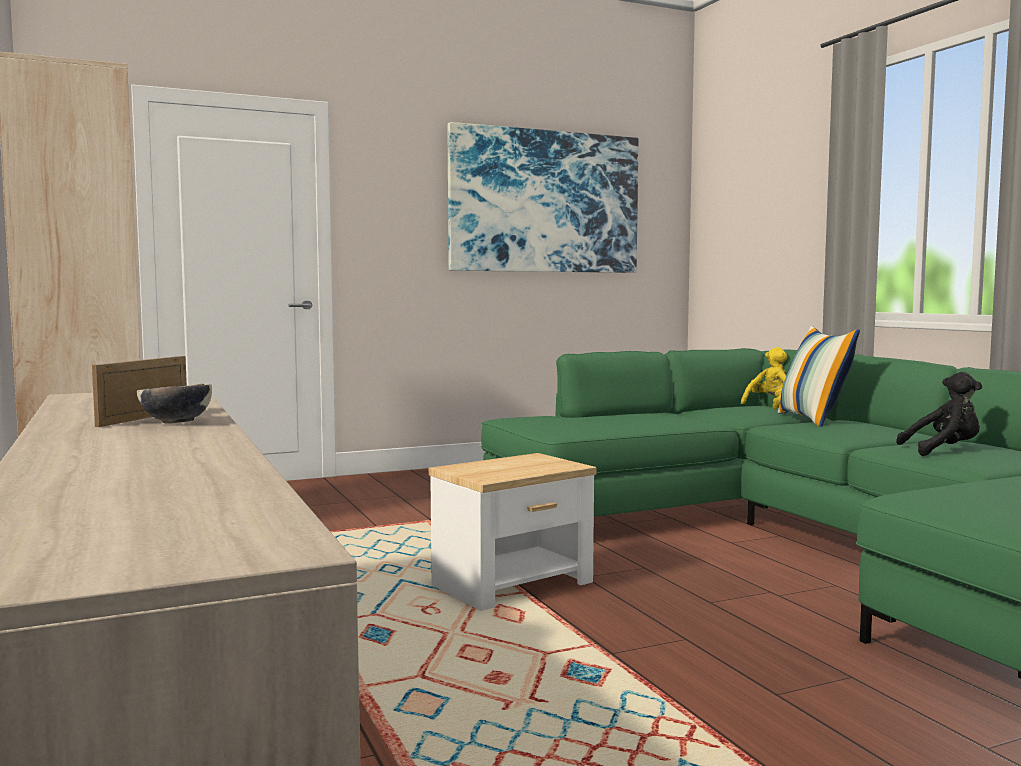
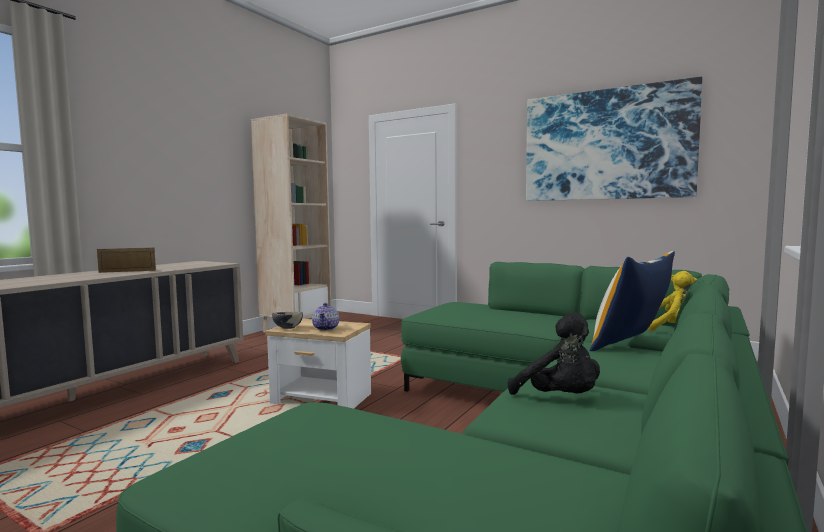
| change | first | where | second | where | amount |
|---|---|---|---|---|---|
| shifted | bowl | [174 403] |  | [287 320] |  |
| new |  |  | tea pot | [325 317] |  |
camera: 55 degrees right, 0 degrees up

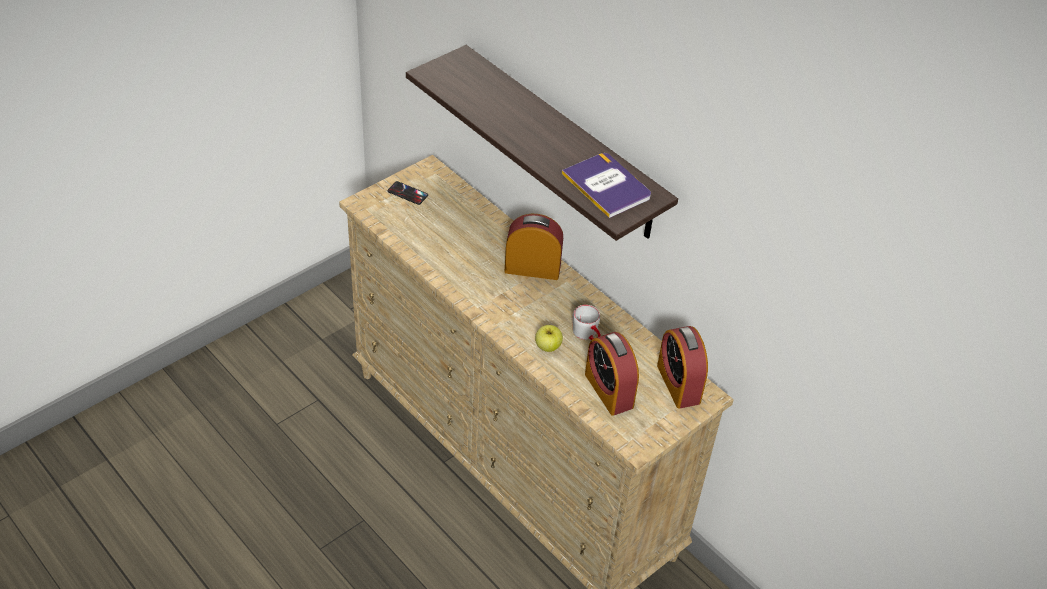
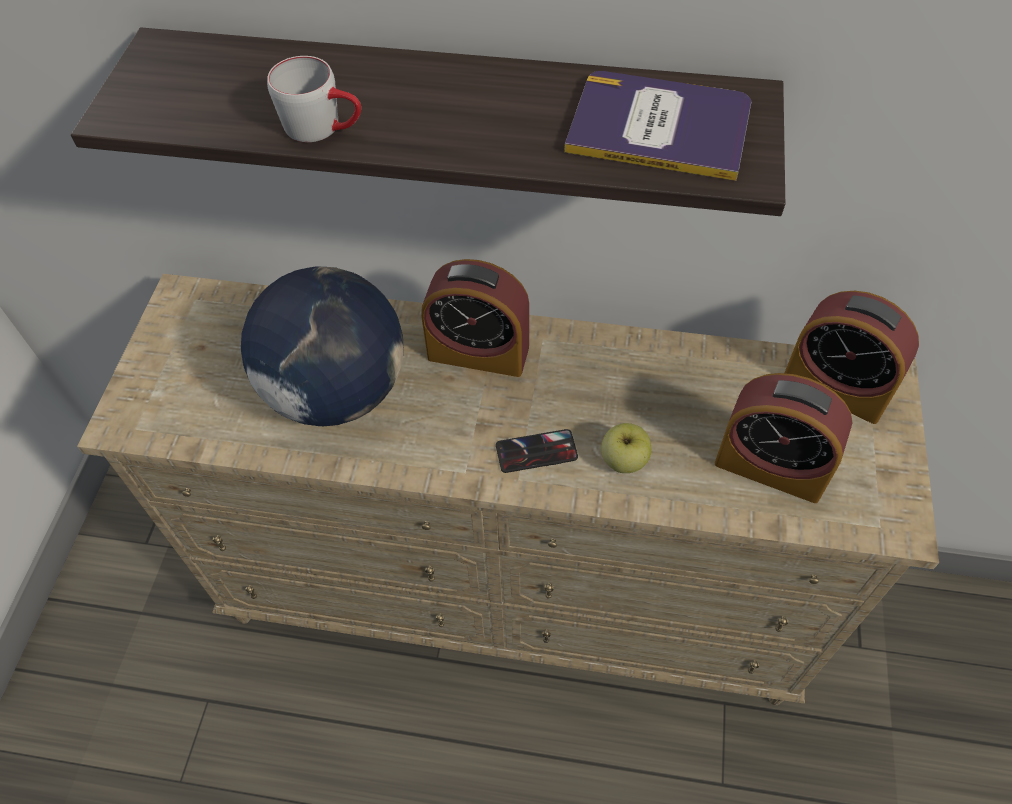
| change | first | where | second | where | amount |
|---|---|---|---|---|---|
| new |  |  | globe | [322 346] |  |
| shifted | coffee mug in gray | [586 322] |  | [314 99] |  |
| rotated | alarm clock | [533 247] |  | [475 318] | 135 degrees counterclockwise |
| shifted | handset | [407 193] |  | [537 451] |  |
camera: 35 degrees left, 10 degrees up

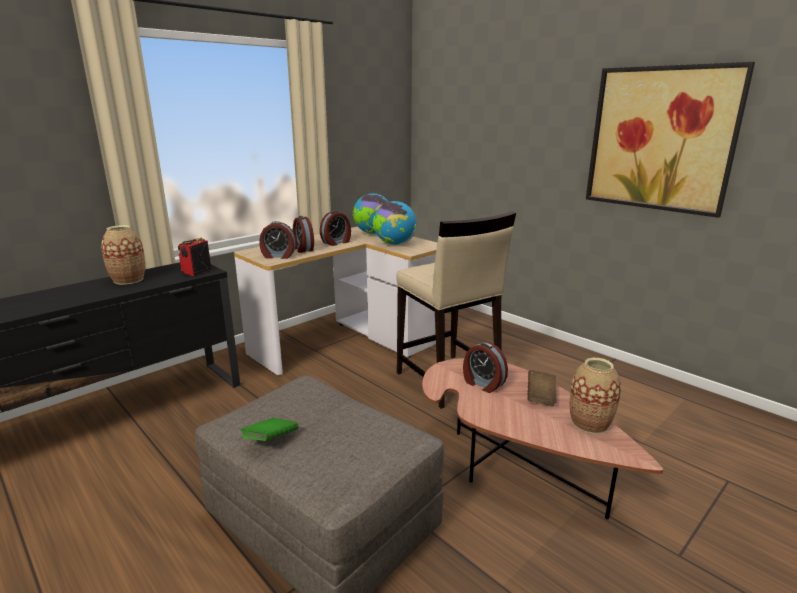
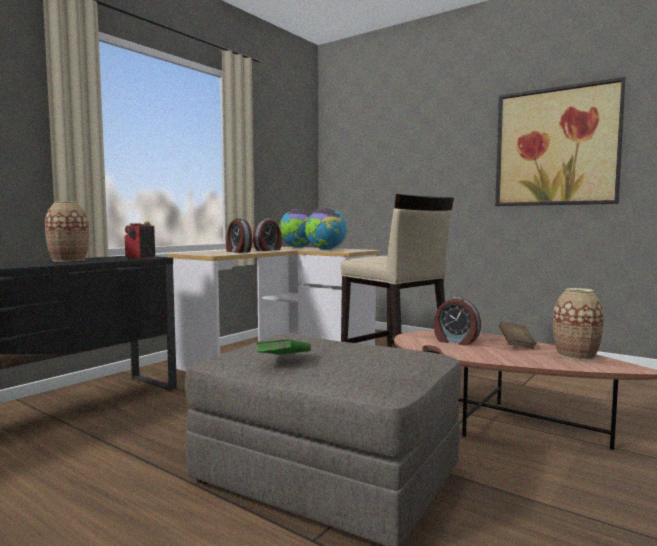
| change | first | where | second | where | amount |
|---|---|---|---|---|---|
| gone | alarm clock | [277 240] |  |  |  |
camera: 10 degrees left, 15 degrees down

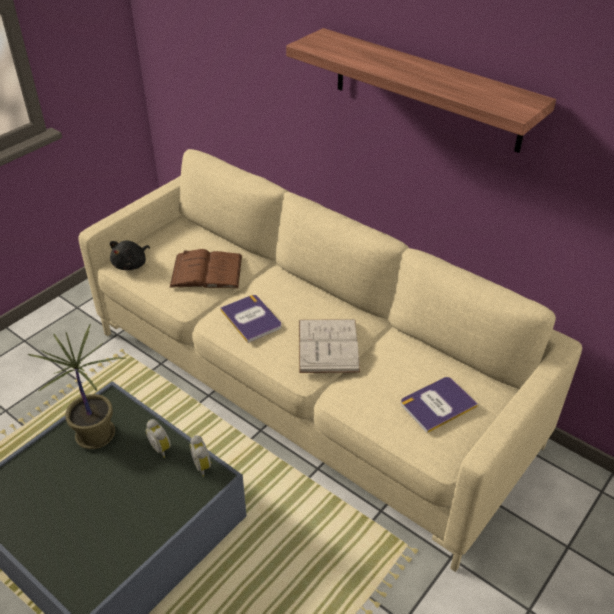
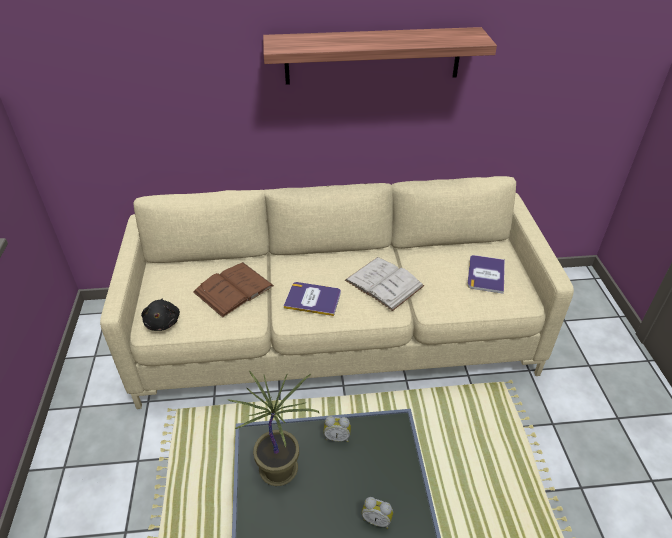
| change | first | where | second | where | amount |
|---|---|---|---|---|---|
| shifted | alarm clock | [201 456] |  | [377 513] |  |
camera: 45 degrees left, 0 degrees up

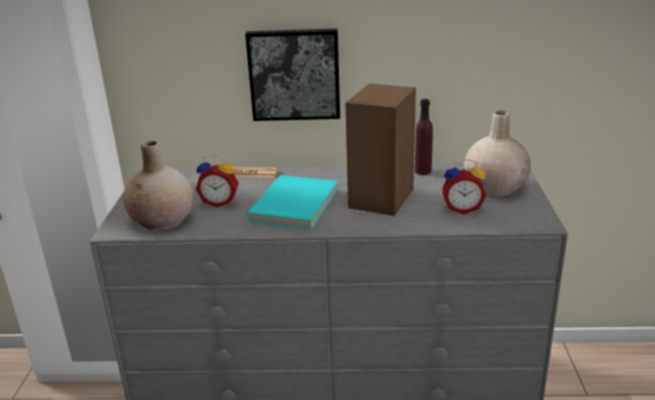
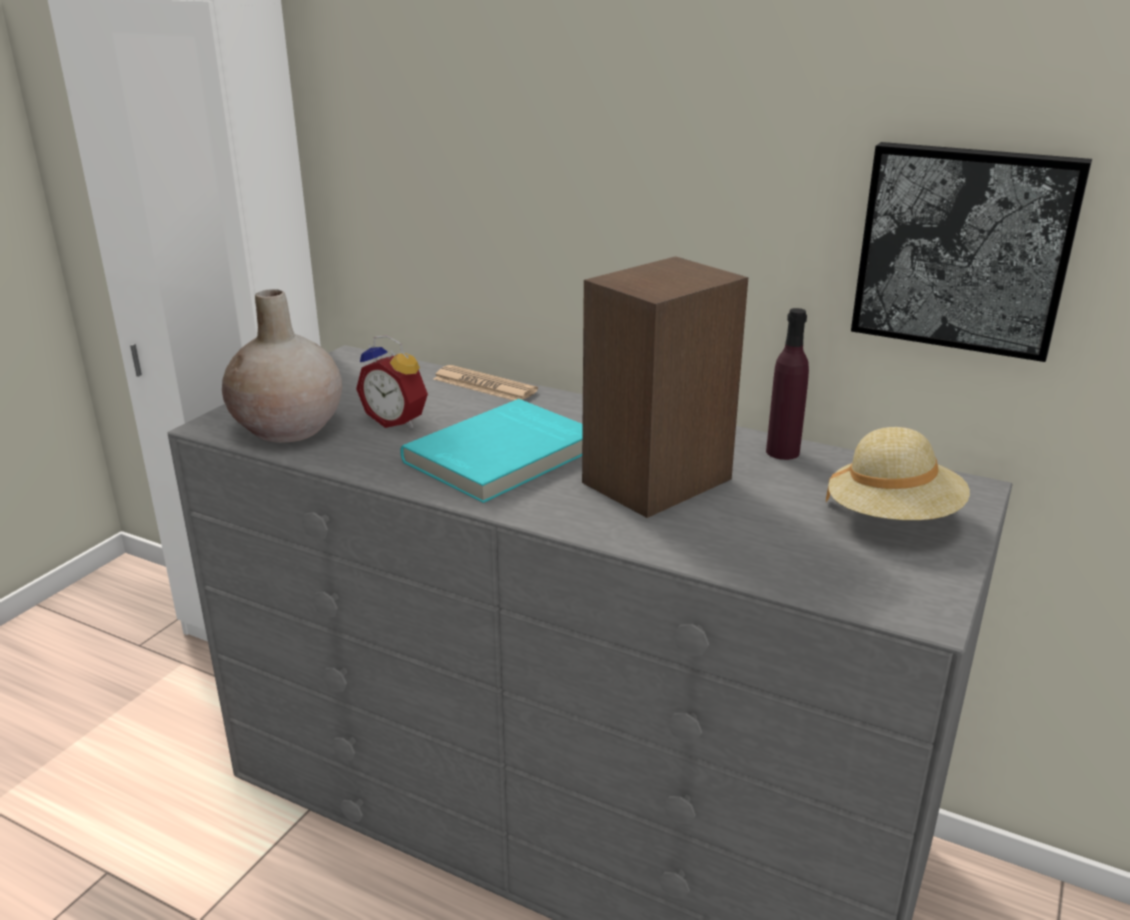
| change | first | where | second | where | amount |
|---|---|---|---|---|---|
| swapped | flower vase in beige | [497 153] | clothing hat in beige | [898 473] |  |
| shifted | picture | [292 75] |  | [971 252] |  |
| gone | alarm clock | [464 186] |  |  |  |
camera: 25 degrees right, 0 degrees up

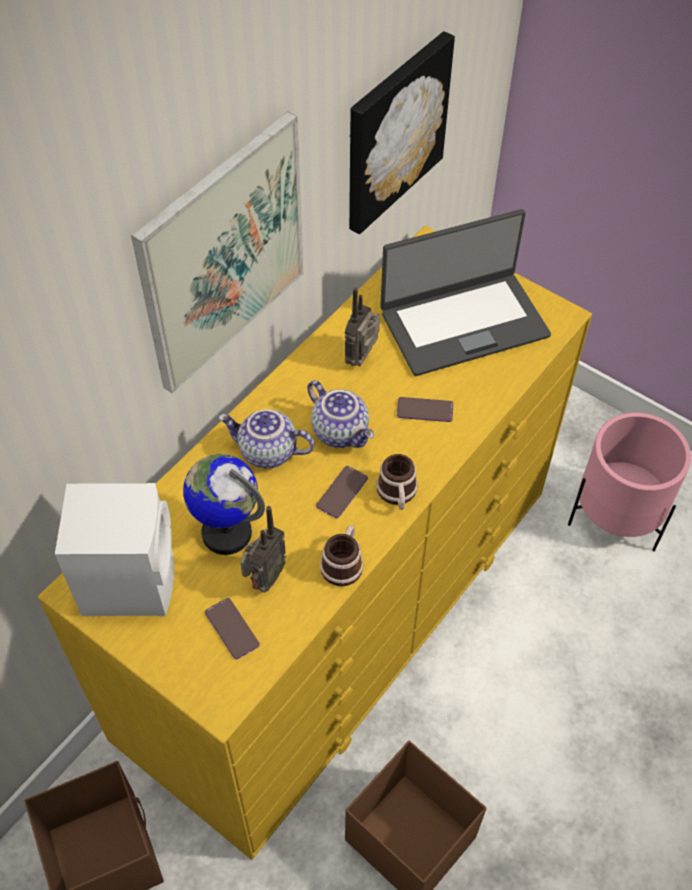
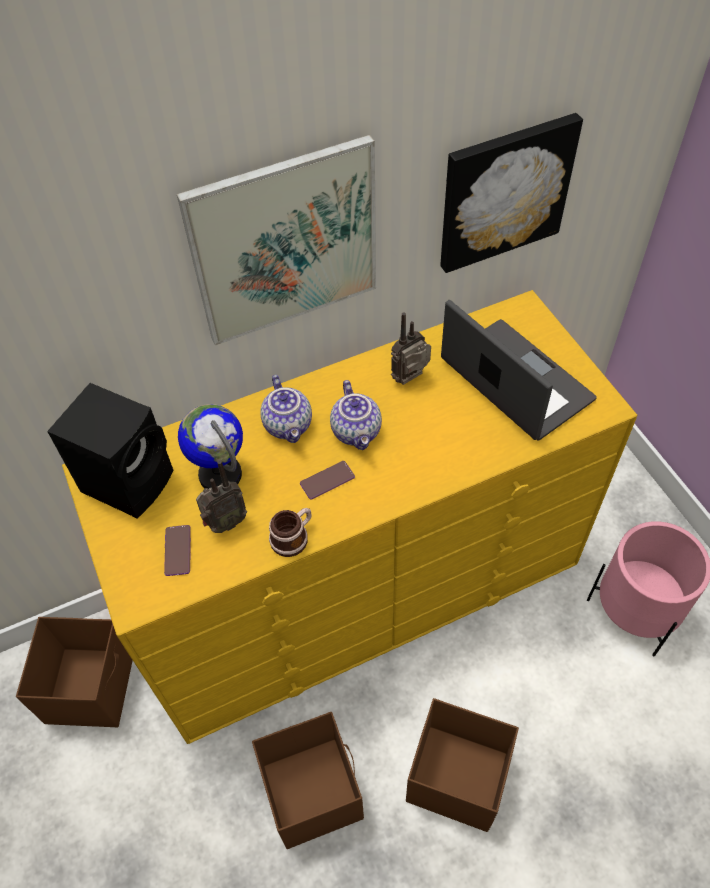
| change | first | where | second | where | amount |
|---|---|---|---|---|---|
| repainted | audio speaker in whitish | [114 549] | audio speaker in black | [110 450] |  |
| rotated | tea pot | [266 438] |  | [286 409] | 150 degrees counterclockwise |
| new |  |  | storage box in brown | [462 765] |  |
| rotated | notebook computer | [465 292] |  | [519 370] | 135 degrees counterclockwise |
| gone | coffee mug | [397 482] |  |  |  |
| gone | handset | [425 409] |  |  |  |
camera: 30 degrees right, 0 degrees up

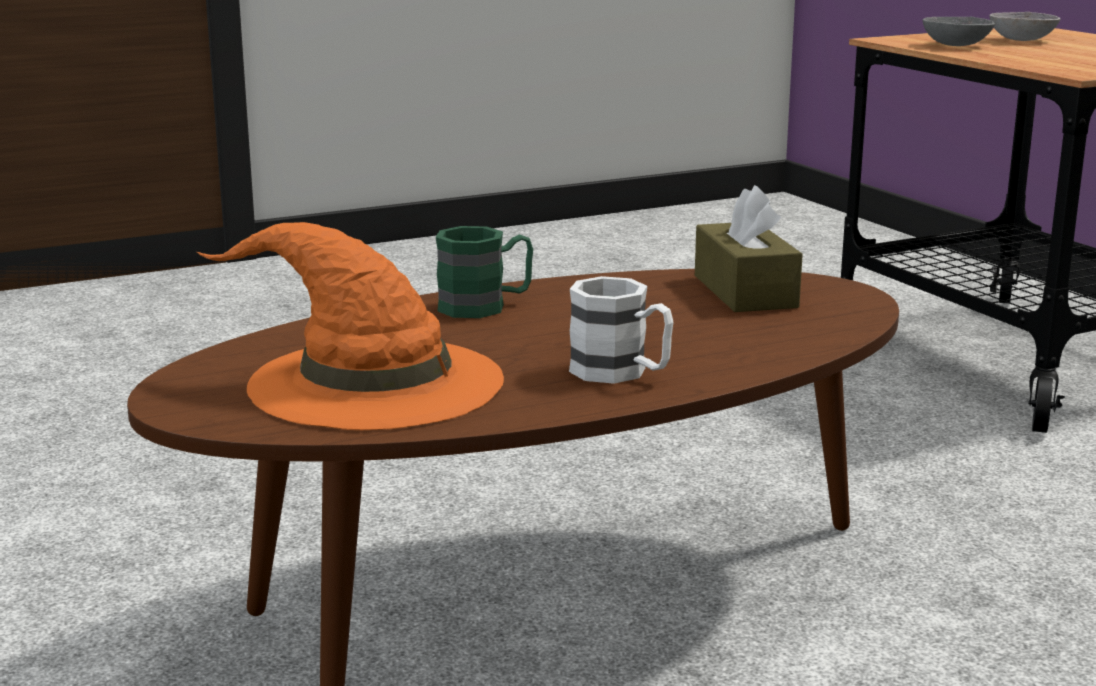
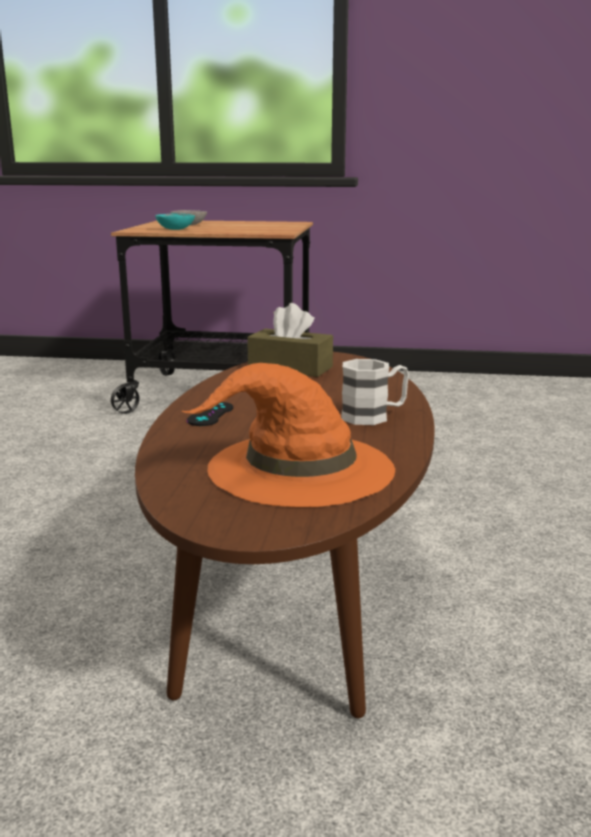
| change | first | where | second | where | amount |
|---|---|---|---|---|---|
| repainted | bowl in gray | [959 31] | bowl in blue-green | [175 221] |  |
| swapped | coffee mug in greenish | [484 272] | gamepad in black | [210 414] |  |
camera: 55 degrees left, 0 degrees up

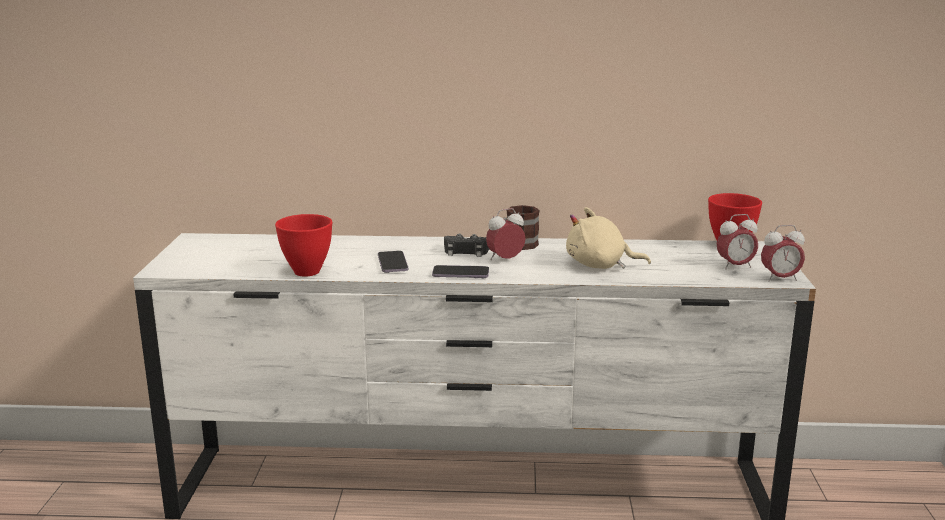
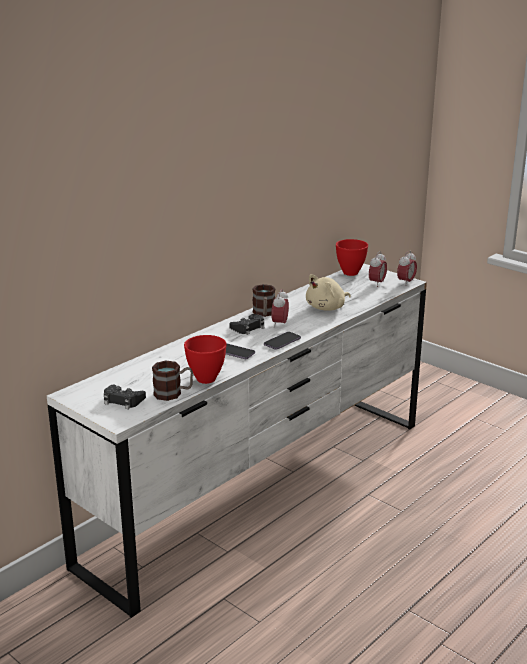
| change | first | where | second | where | amount |
|---|---|---|---|---|---|
| new |  |  | gamepad in black | [125 397] |  |
| new |  |  | coffee mug | [172 381] |  |
camera: 50 degrees left, 5 degrees up

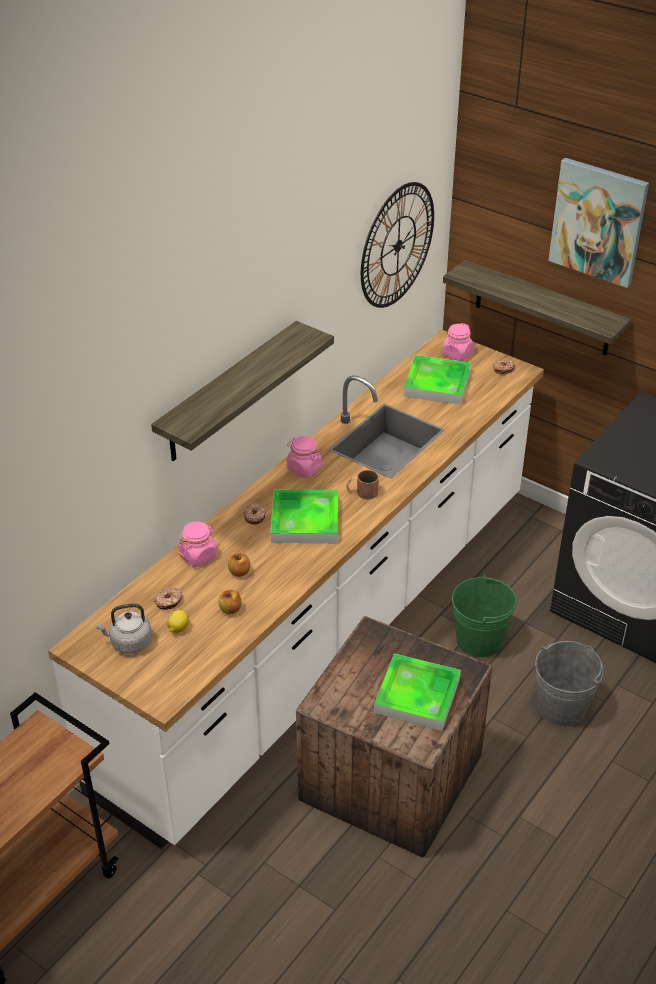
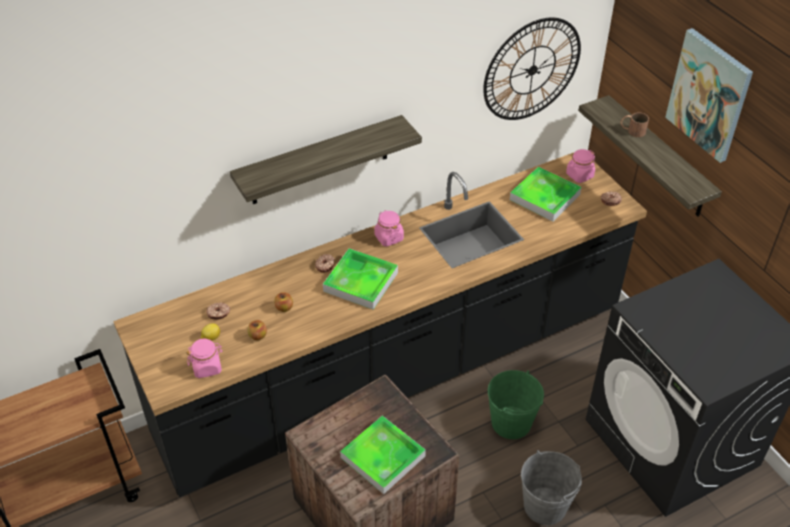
| change | first | where | second | where | amount |
|---|---|---|---|---|---|
| repainted | counter in whitish | [296 589] | counter in black | [380 324] |  |
| shifted | preserve jar in pink-coloured | [197 544] |  | [205 358] |  |
| shifted | coffee mug in brown | [362 485] |  | [635 125] |  |
| gone | kettle in gray | [124 628] |  |  |  |
camera: 25 degrees right, 5 degrees up

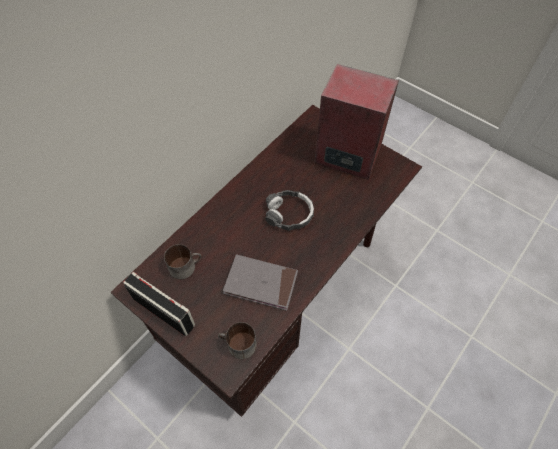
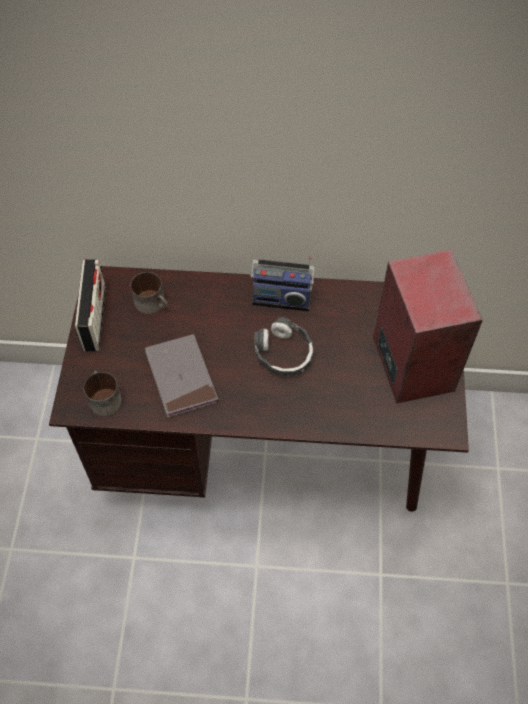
| change | first | where | second | where | amount |
|---|---|---|---|---|---|
| new |  |  | radio | [282 283] |  |
camera: 55 degrees right, 0 degrees up

